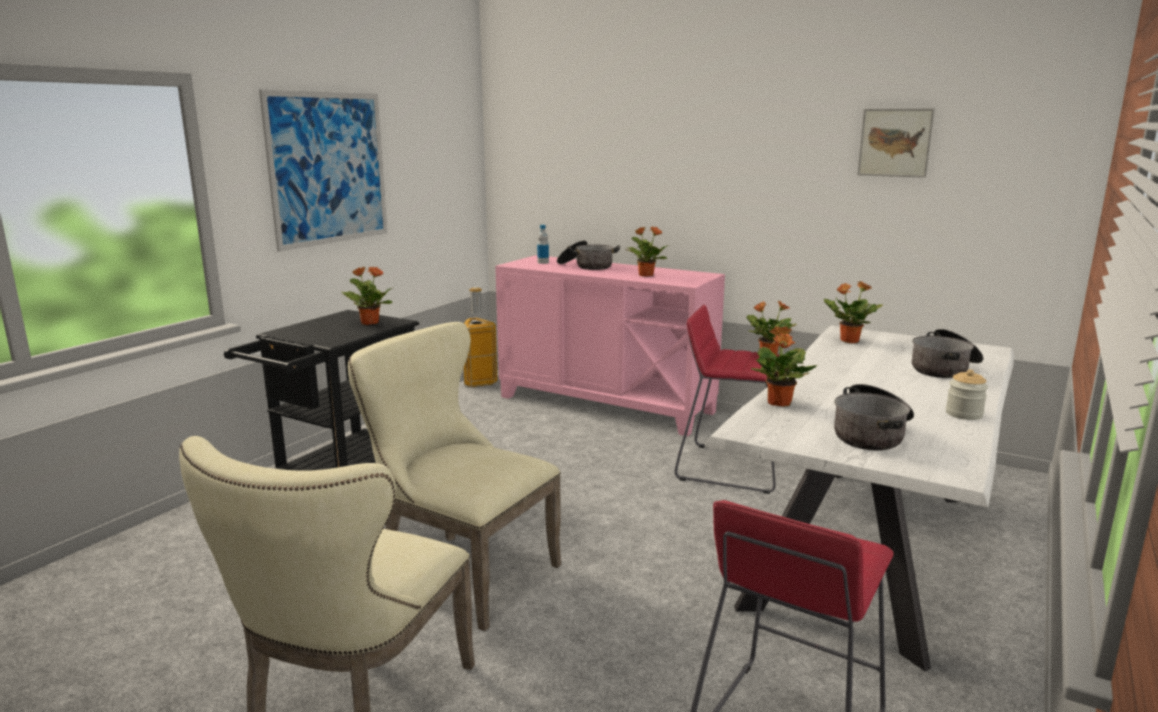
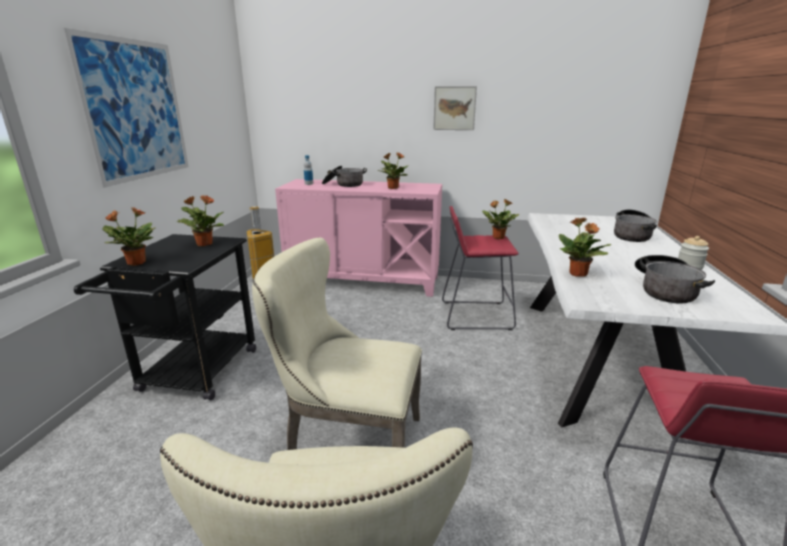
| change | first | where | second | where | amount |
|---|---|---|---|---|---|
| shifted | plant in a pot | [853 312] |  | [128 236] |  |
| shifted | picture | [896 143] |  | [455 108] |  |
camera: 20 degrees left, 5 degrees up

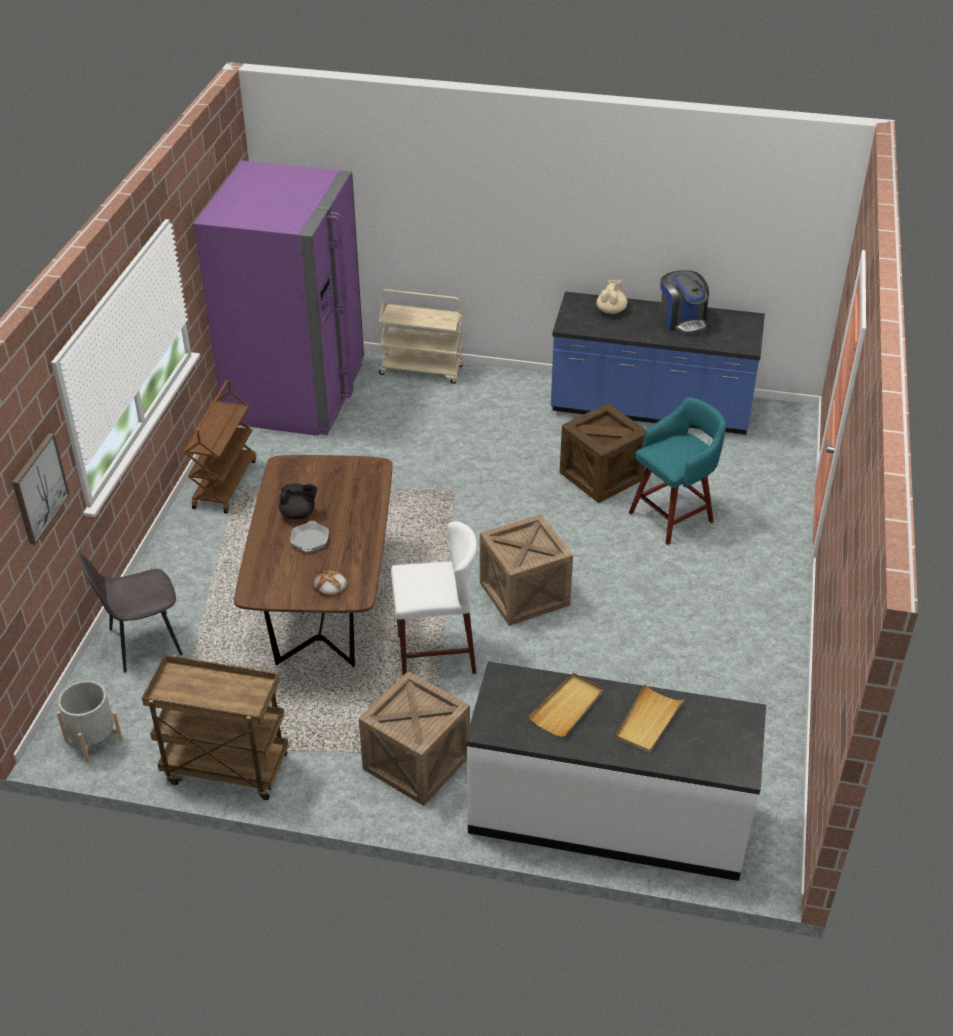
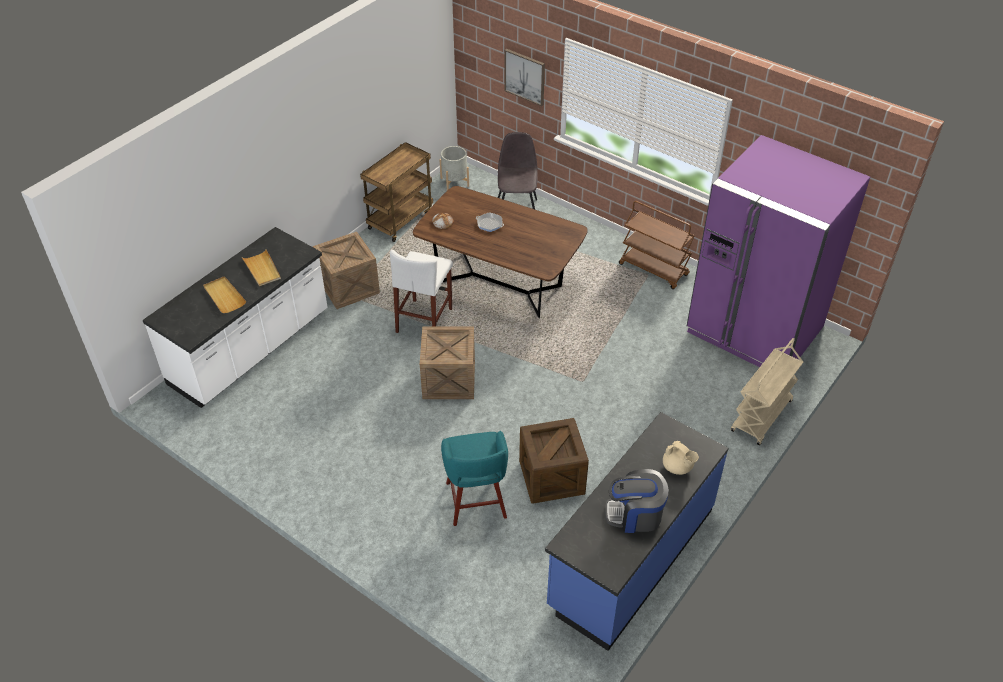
| change | first | where | second | where | amount |
|---|---|---|---|---|---|
| gone | tea pot in black | [298 501] |  |  |  |
camera: 115 degrees right, 5 degrees up

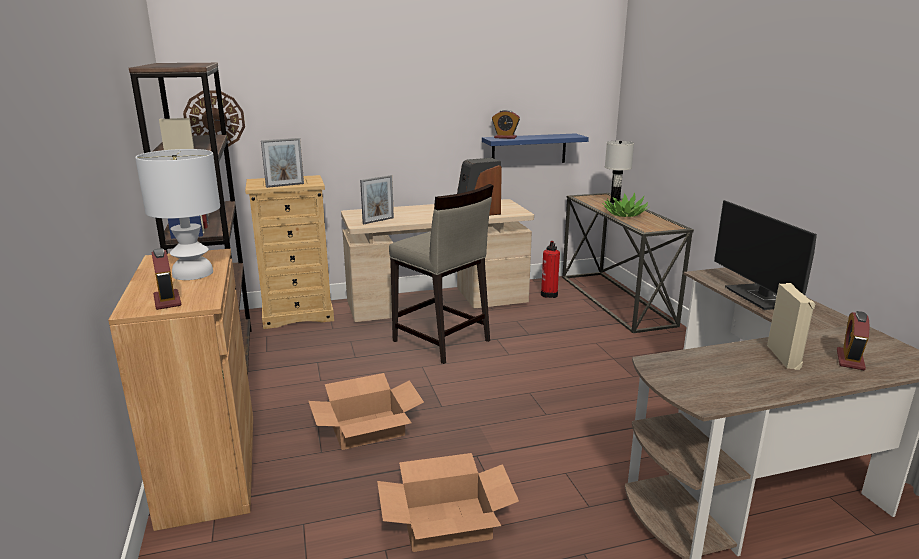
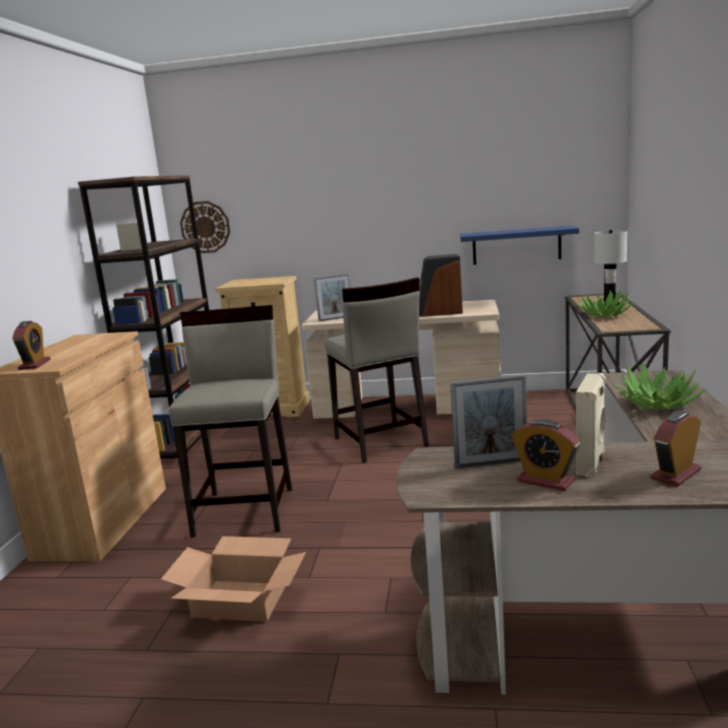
| change | first | where | second | where | amount |
|---|---|---|---|---|---|
| swapped | carton | [366 411] | stool in beige | [230 421] |  |
| shifted | photo frame | [282 163] |  | [488 421] |  |
| shifted | alarm clock | [506 124] |  | [545 455] |  |
| swapped | computer display | [765 255] | plant in a pot | [660 386] |  |
| gone | table lamp in whitish | [177 214] |  |  |  |
| gone | fire-fighting cylinder | [550 269] |  |  |  |
camera: 25 degrees right, 5 degrees down

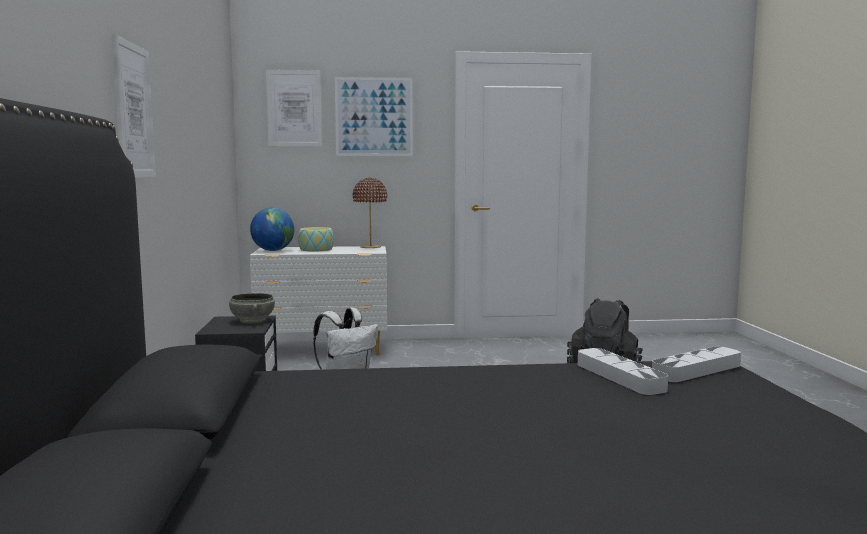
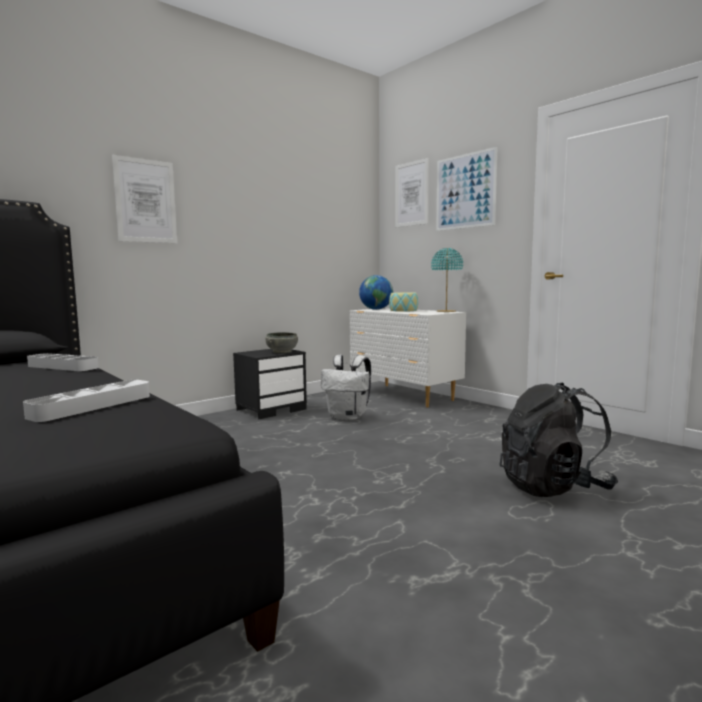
| change | first | where | second | where | amount |
|---|---|---|---|---|---|
| shifted | carrying tray in gray | [696 364] |  | [63 362] |  |
| repainted | table lamp in brown | [370 213] | table lamp in blue-green | [447 280] |  |
camera: 55 degrees right, 0 degrees up

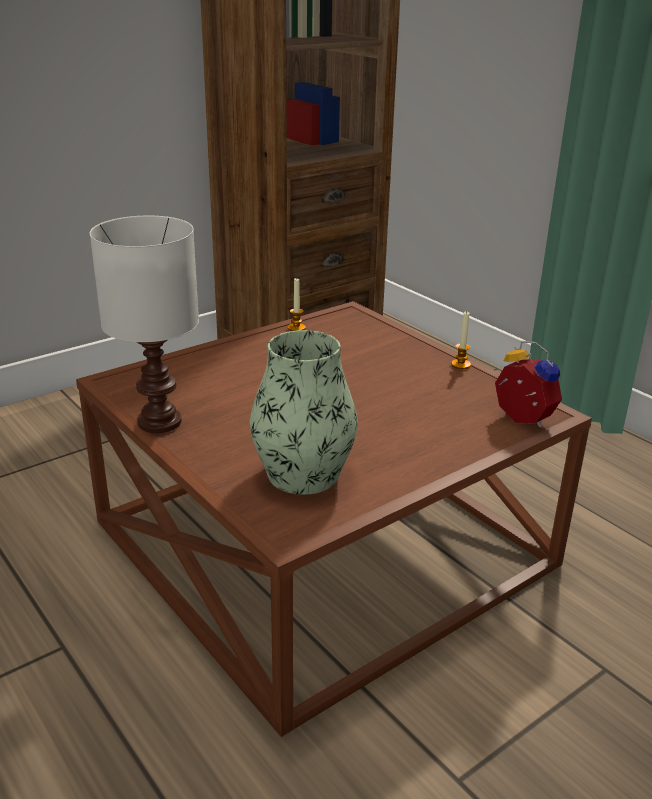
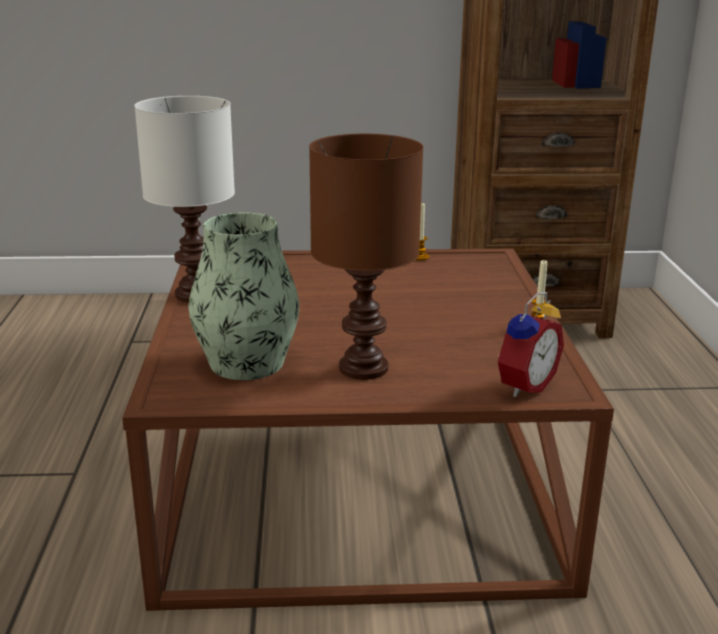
| change | first | where | second | where | amount |
|---|---|---|---|---|---|
| new |  |  | table lamp in brown | [366 257] |  |
| rotated | alarm clock | [528 384] |  | [531 344] | 45 degrees clockwise |
camera: 35 degrees right, 5 degrees down

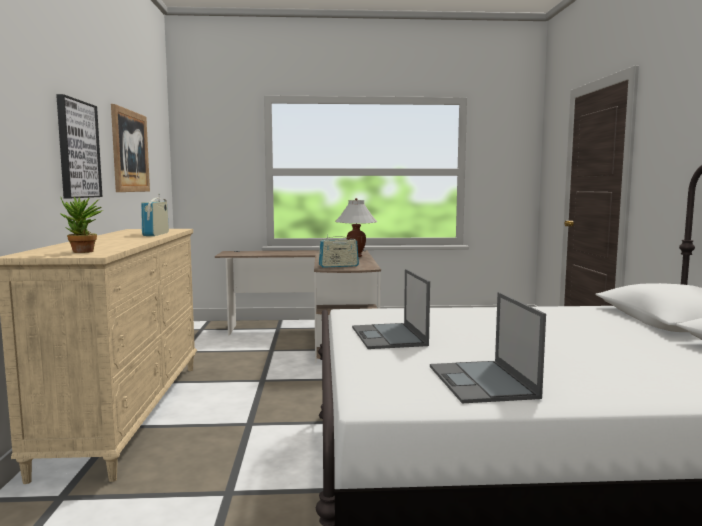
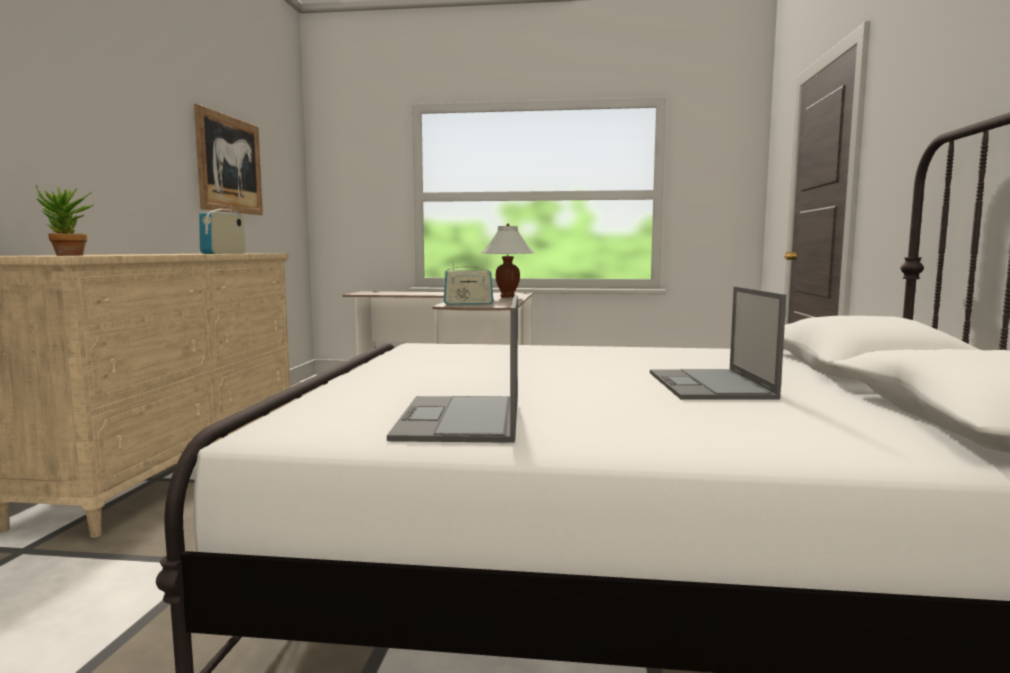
| change | first | where | second | where | amount |
|---|---|---|---|---|---|
| shifted | notebook computer | [391 309] |  | [718 343] |  |
| gone | picture | [79 146] |  |  |  |
camera: 10 degrees right, 0 degrees up

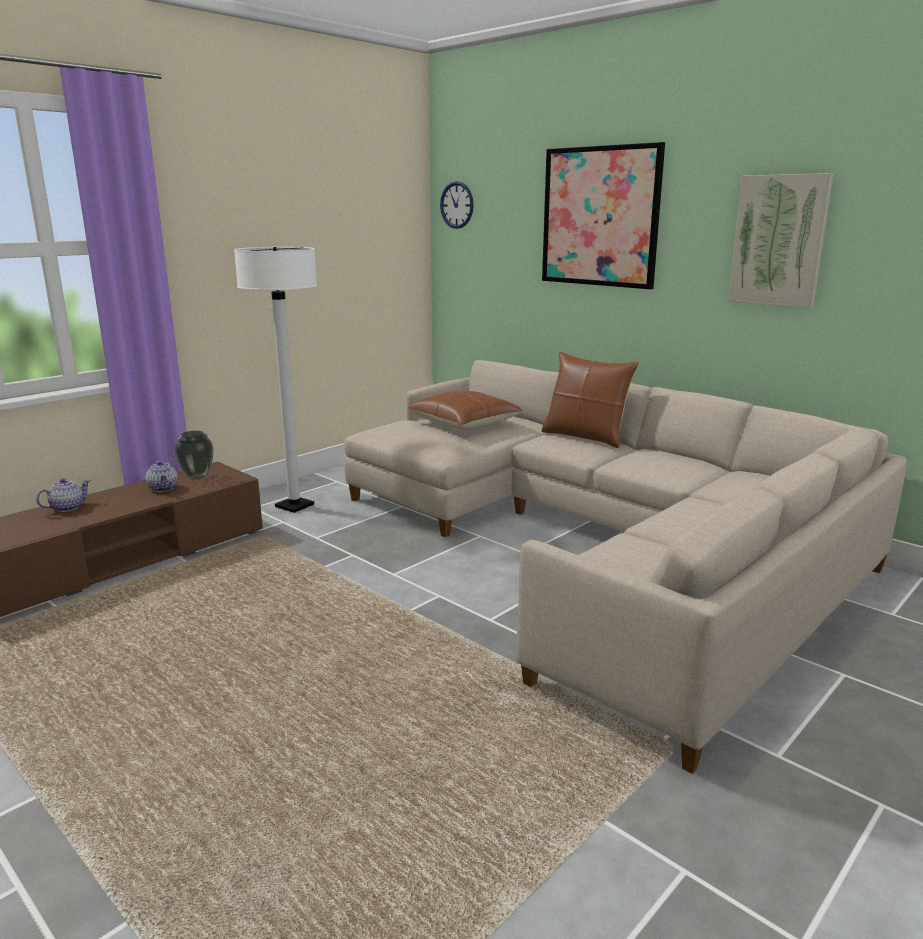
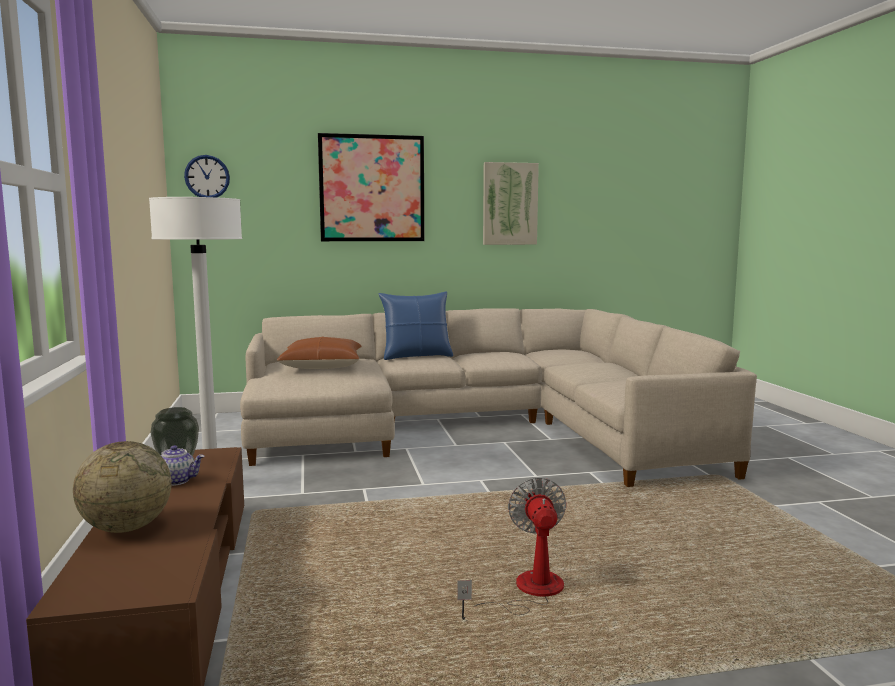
| change | first | where | second | where | amount |
|---|---|---|---|---|---|
| swapped | tea pot | [63 495] | globe | [122 487] |  |
| repainted | cushion in brown | [590 400] | cushion in blue | [416 325] |  |
| new |  |  | electric fan | [511 548] |  |
camera: 55 degrees left, 10 degrees down

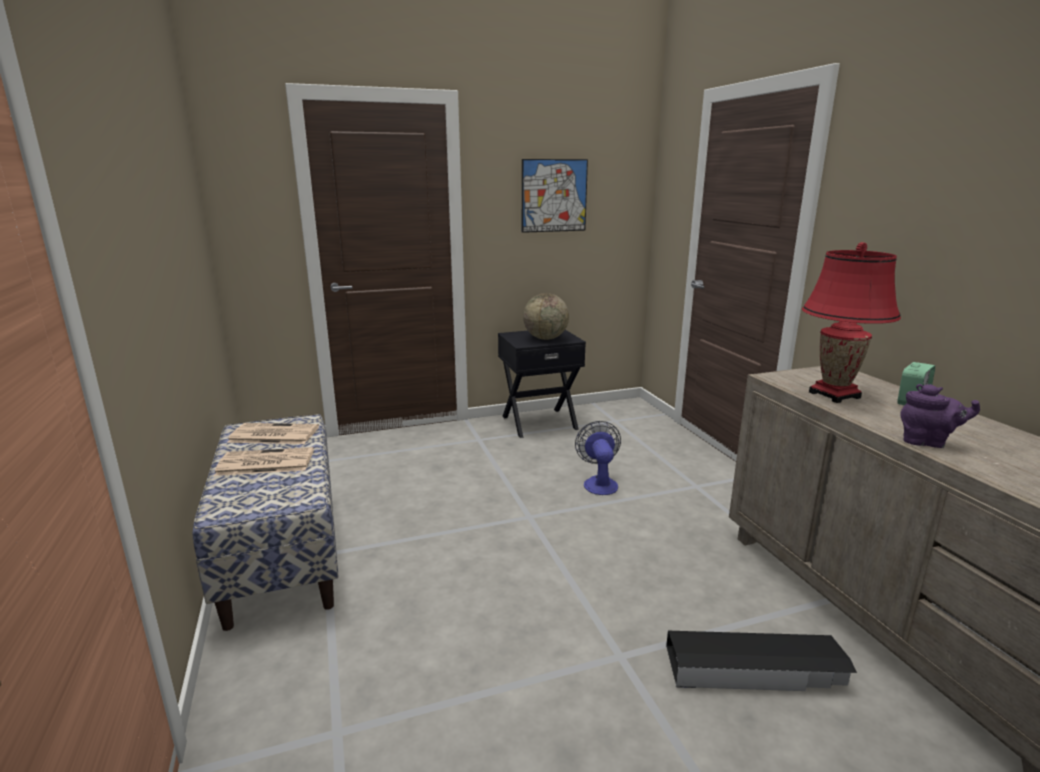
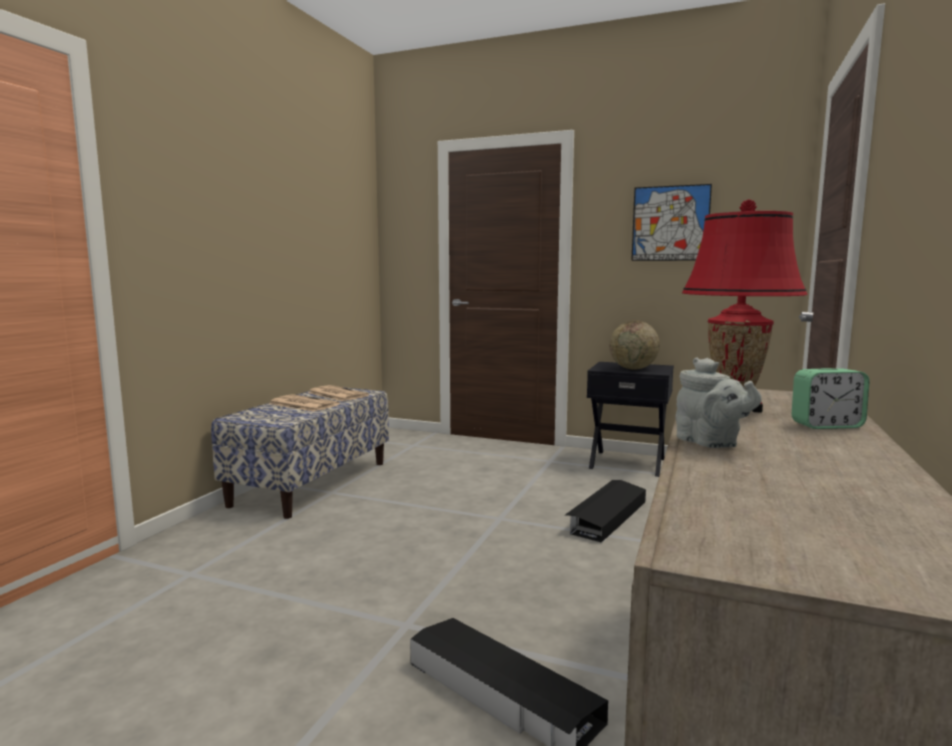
| change | first | where | second | where | amount |
|---|---|---|---|---|---|
| swapped | electric fan | [598 458] | storage box in black | [605 511] |  |
| repainted | tea pot in purple-coloured | [940 416] | tea pot in gray | [718 403] |  |
camera: 40 degrees right, 10 degrees down

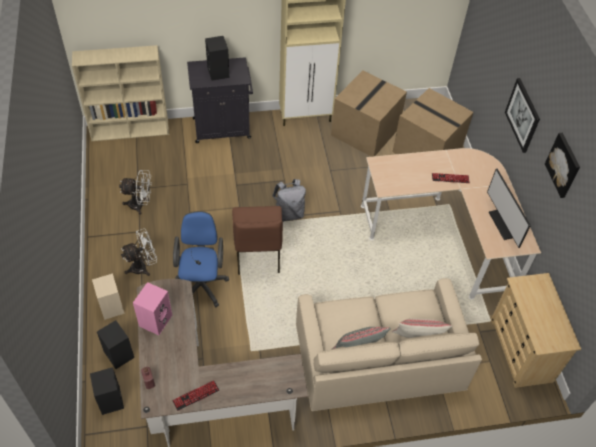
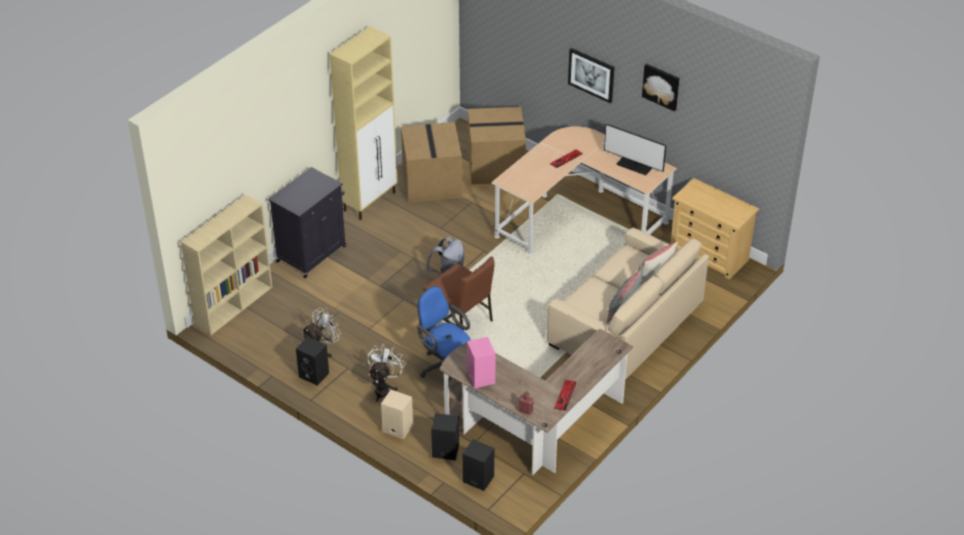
| change | first | where | second | where | amount |
|---|---|---|---|---|---|
| shifted | audio speaker in black | [217 58] |  | [312 361] |  |
camera: 40 degrees left, 10 degrees down

